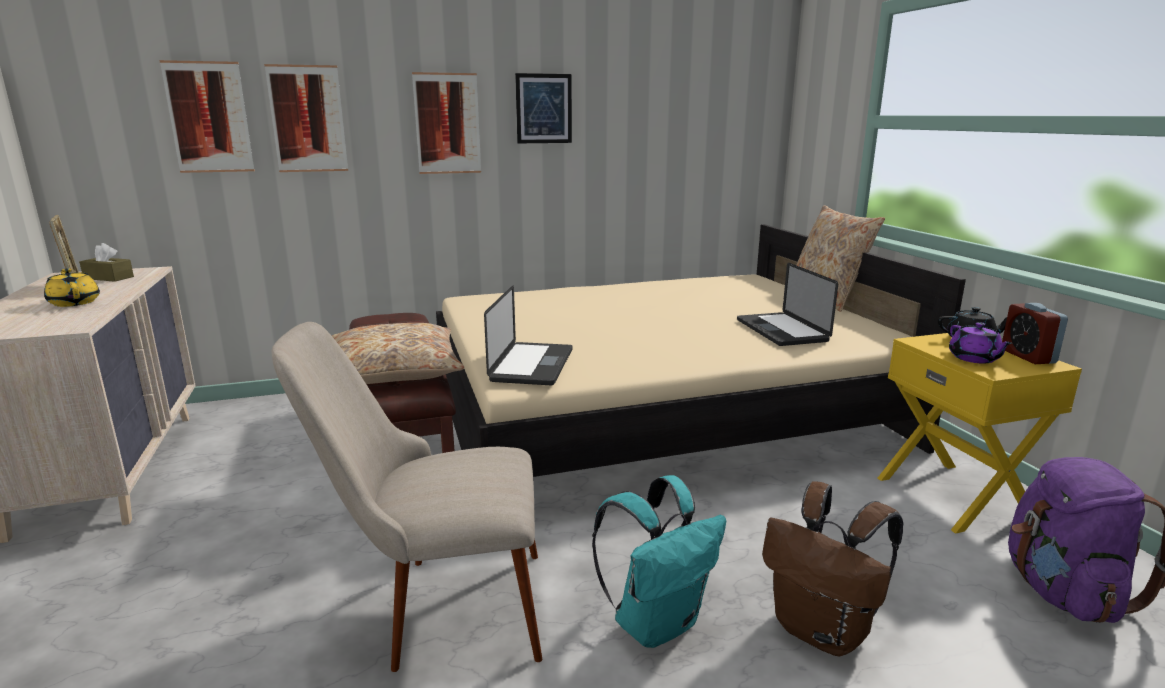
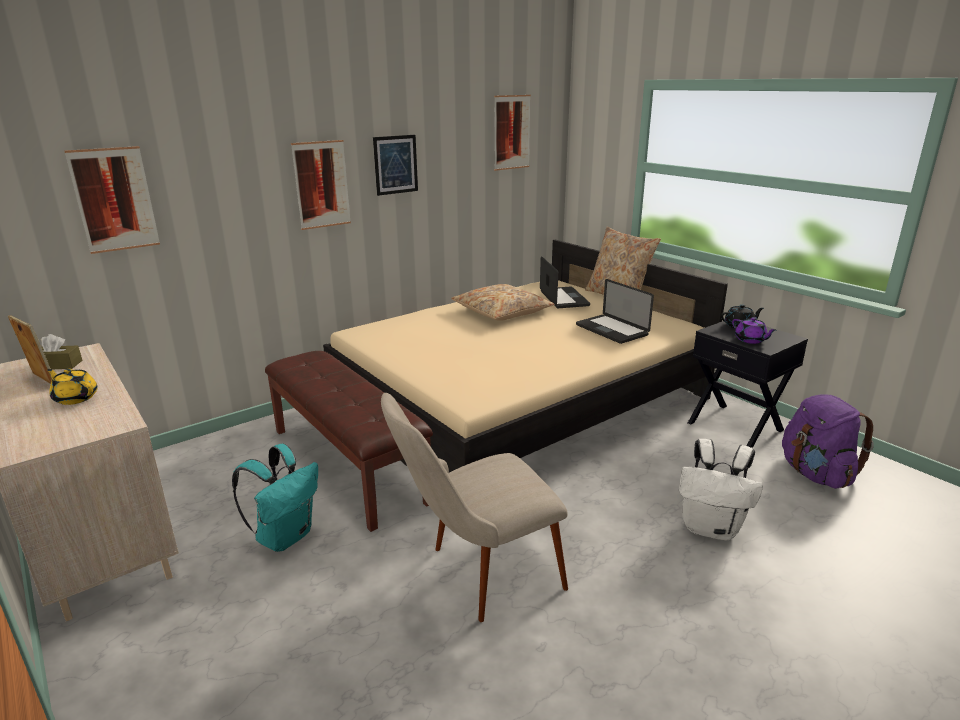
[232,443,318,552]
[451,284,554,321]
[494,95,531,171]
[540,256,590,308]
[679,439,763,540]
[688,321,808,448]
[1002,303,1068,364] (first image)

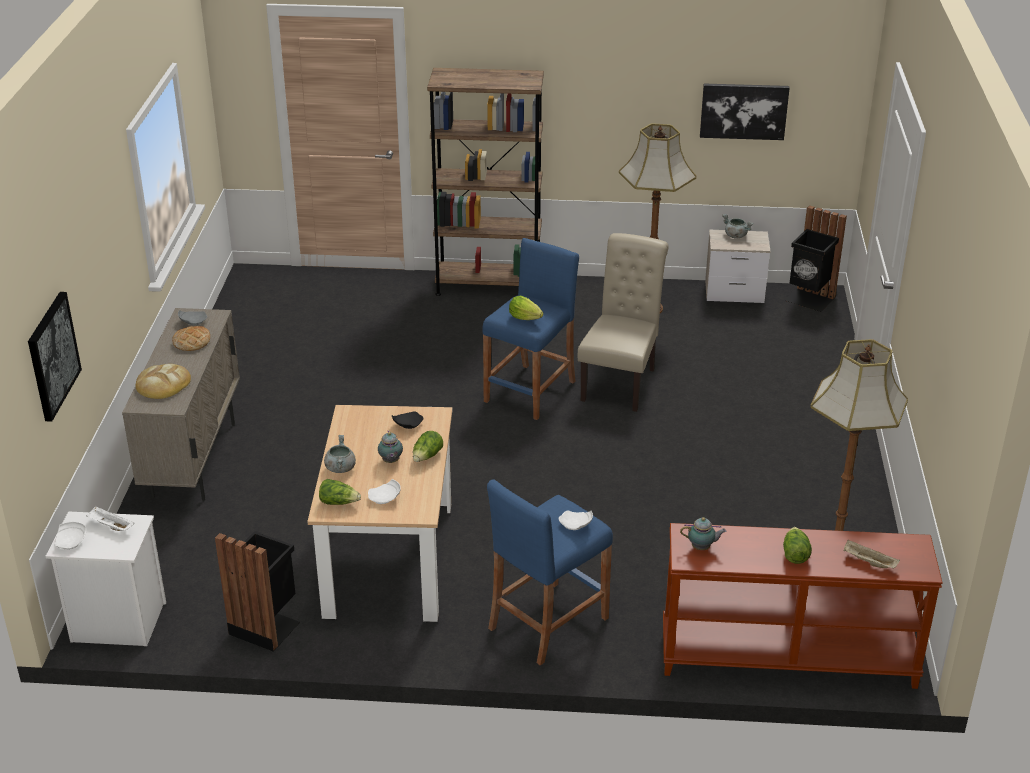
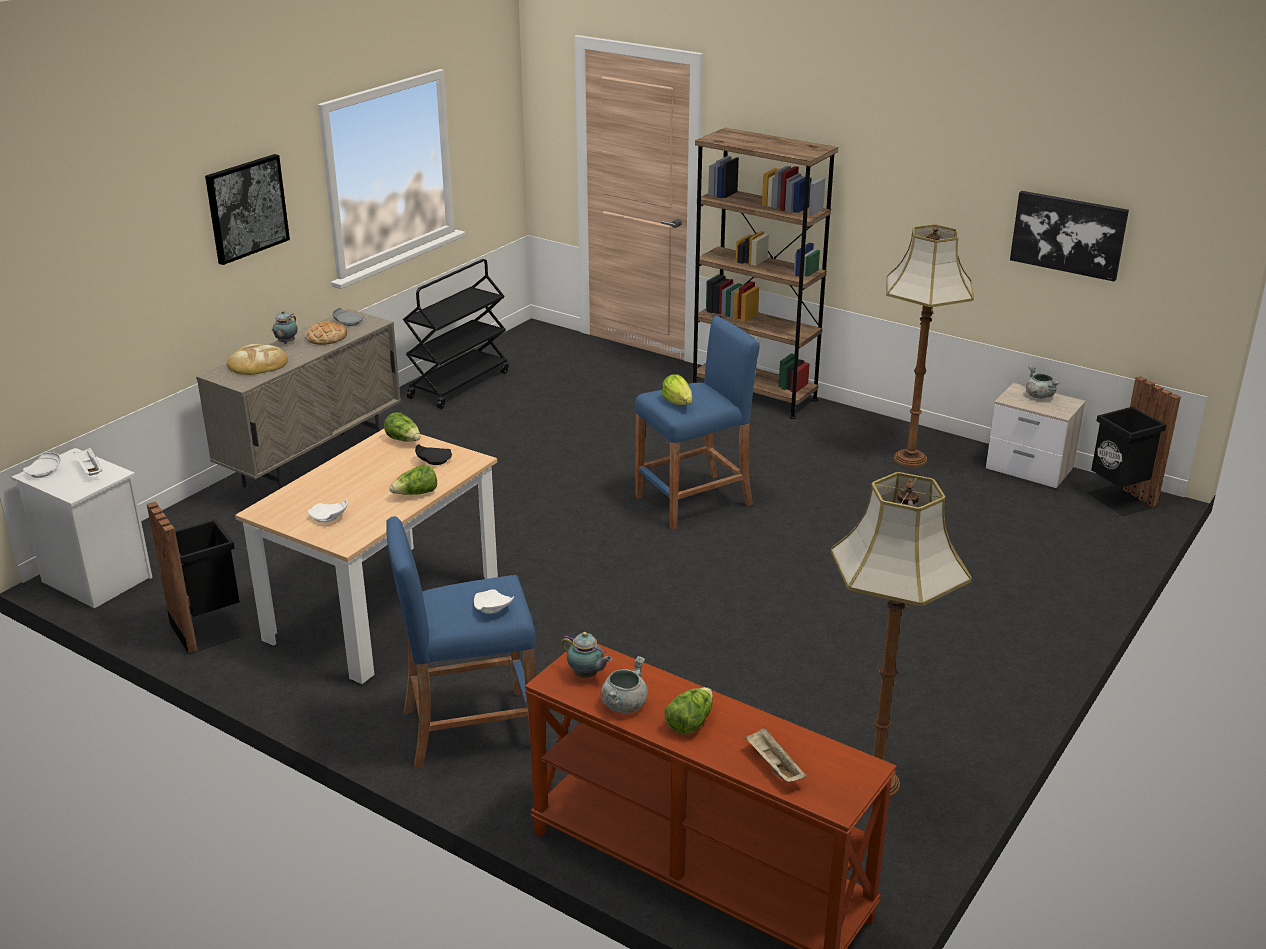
[205,154,290,265]
[271,311,297,344]
[384,412,420,442]
[403,259,509,409]
[600,656,648,713]
[578,233,669,412] (first image)

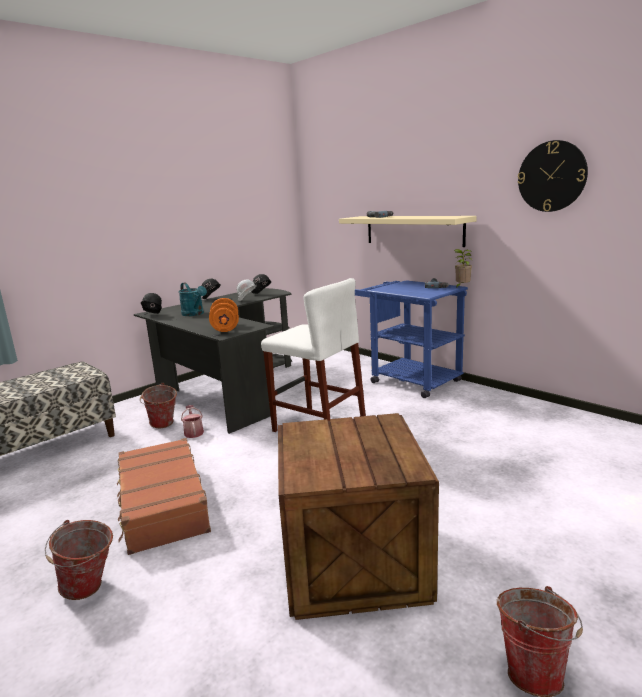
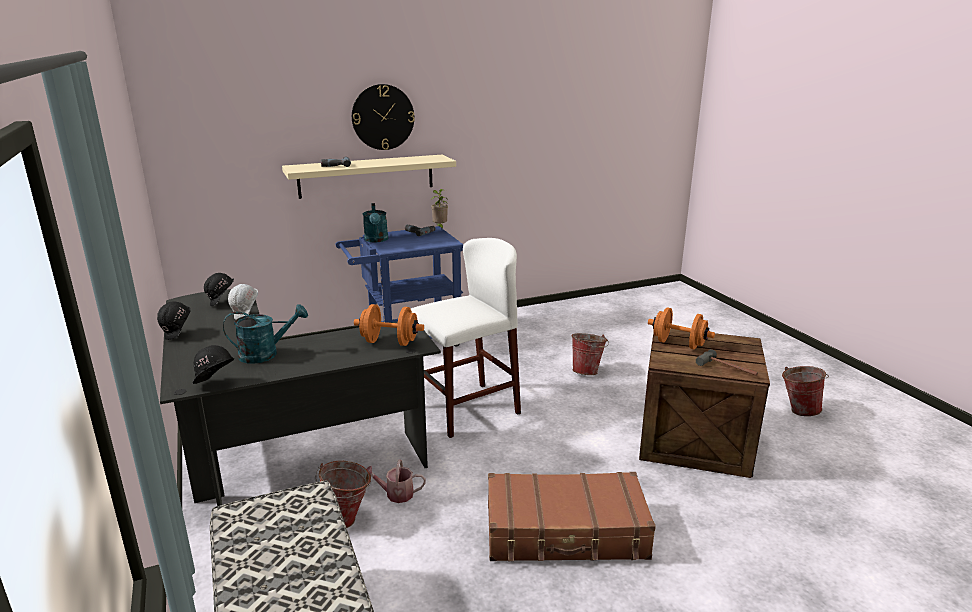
[352,84,415,150]
[363,203,388,242]
[571,333,609,375]
[648,307,715,350]
[696,349,758,376]

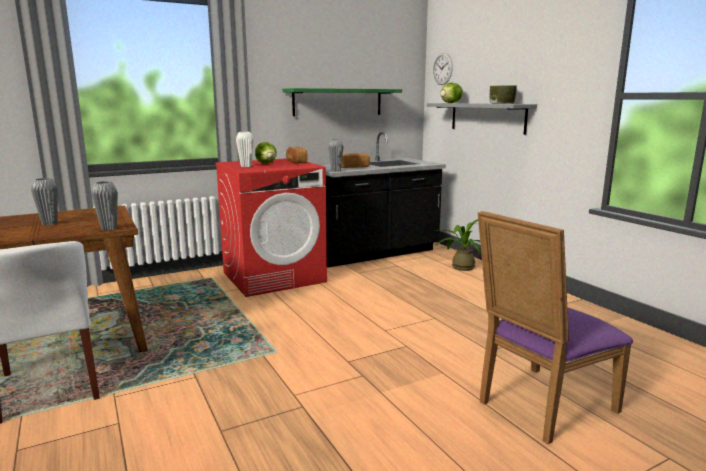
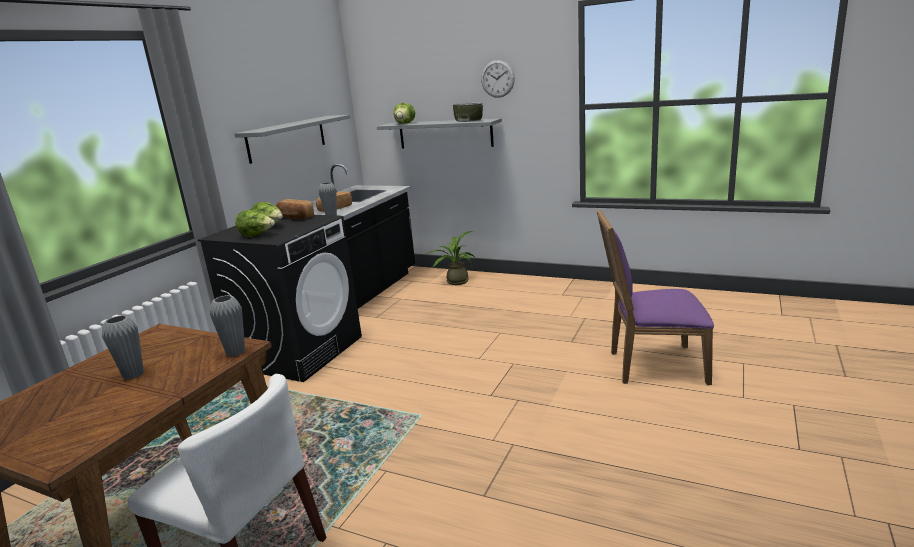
[198,215,362,382]
[234,115,350,164]
[235,210,275,237]
[481,60,515,98]
[597,210,714,385]

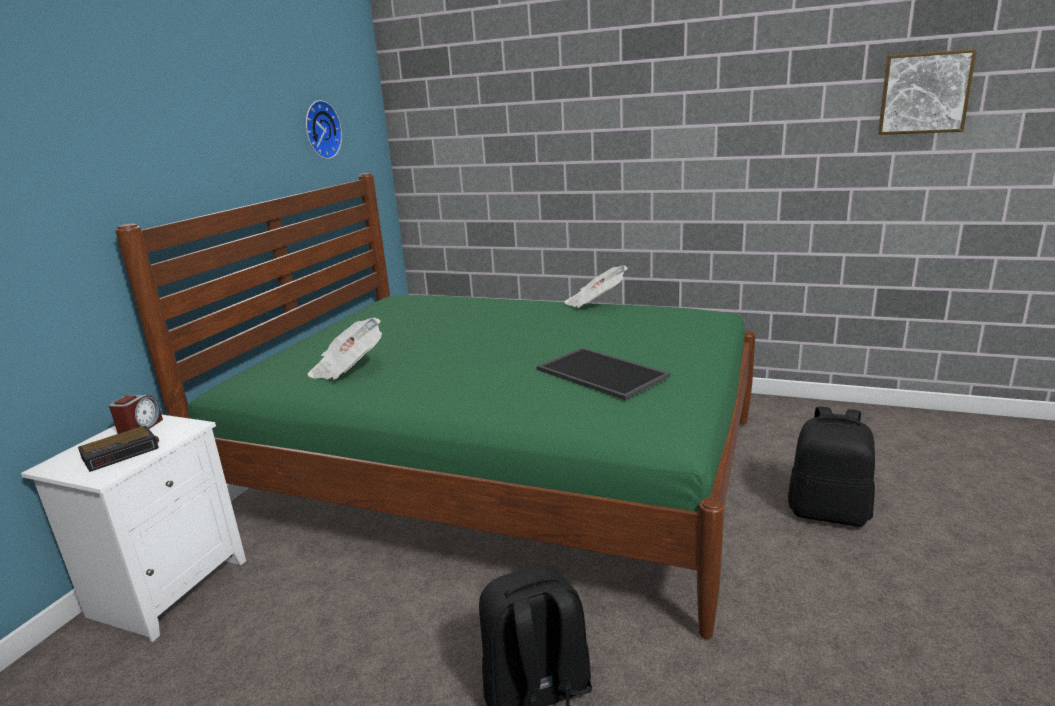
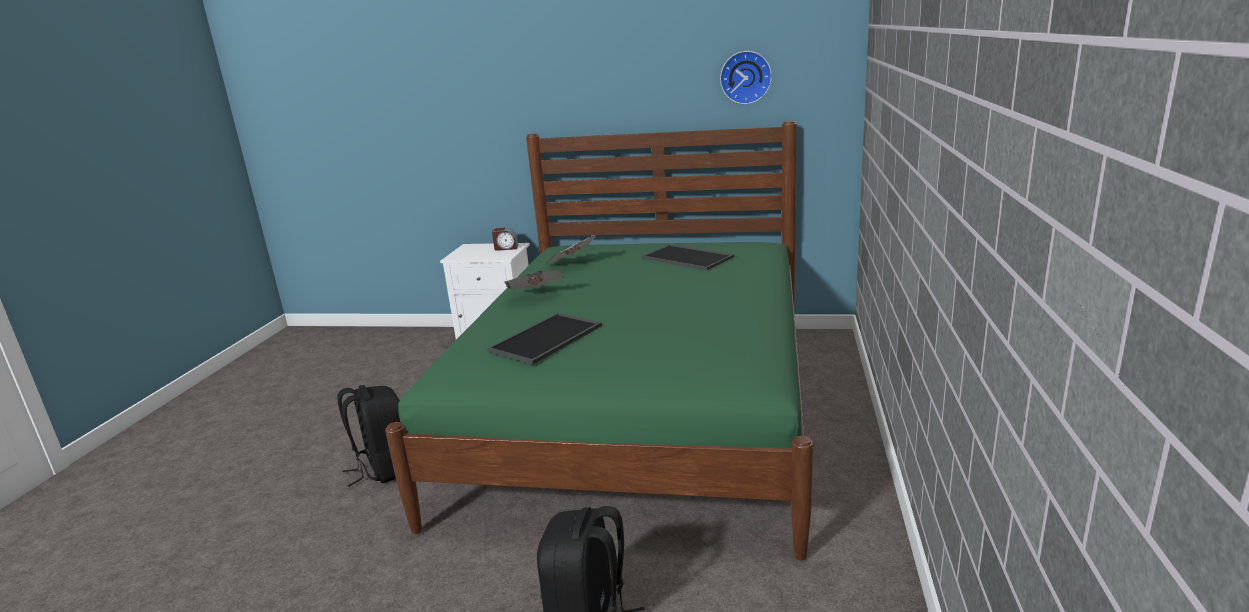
[504,270,564,290]
[642,244,734,270]
[78,425,159,472] (first image)
[878,49,977,135] (first image)

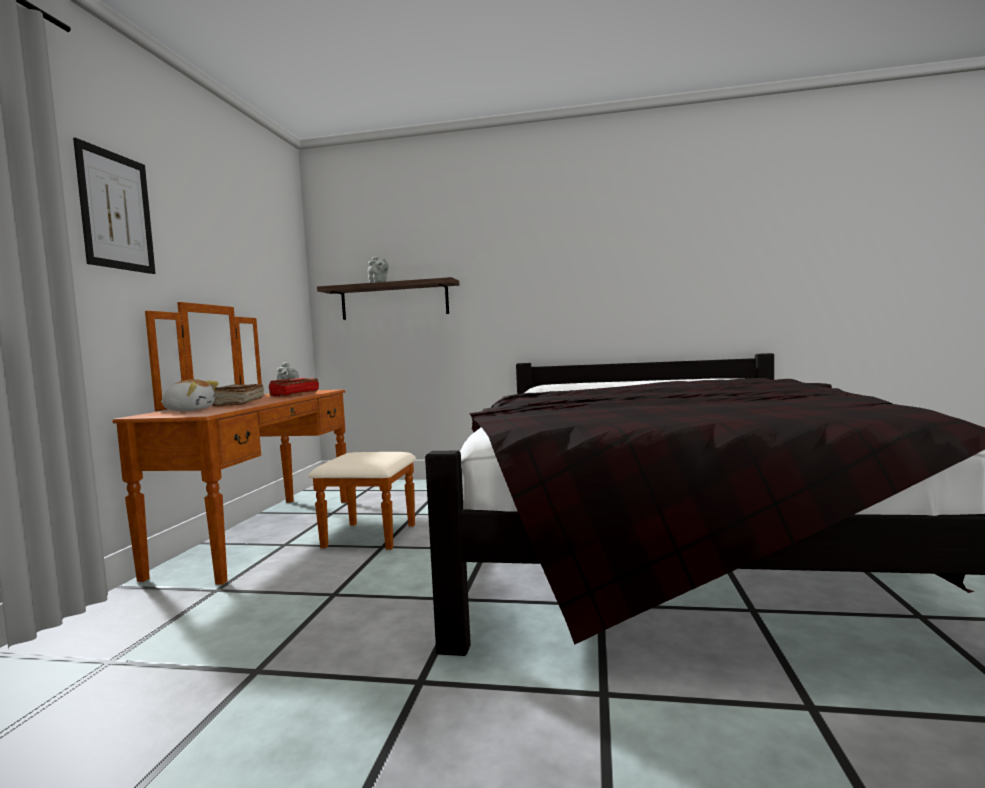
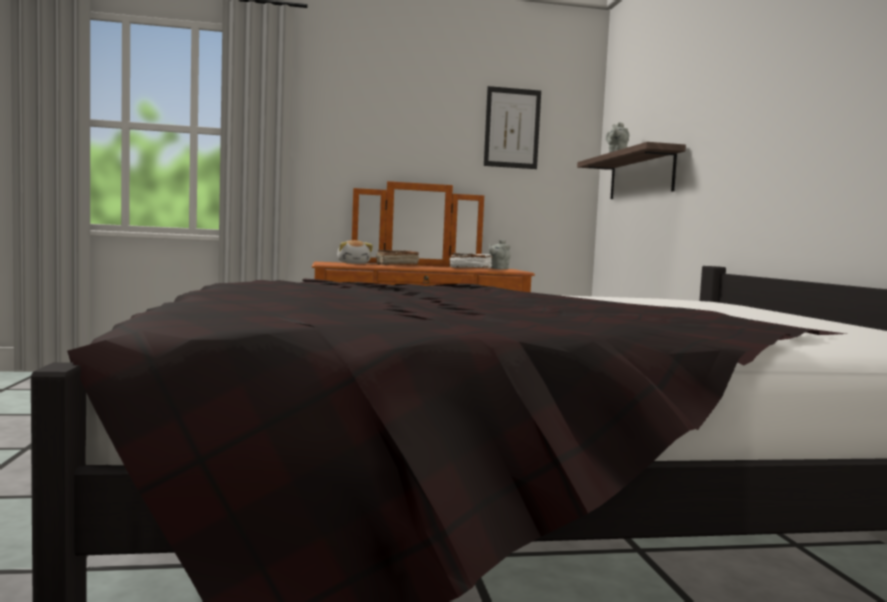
[450,253,493,268]
[484,86,541,169]

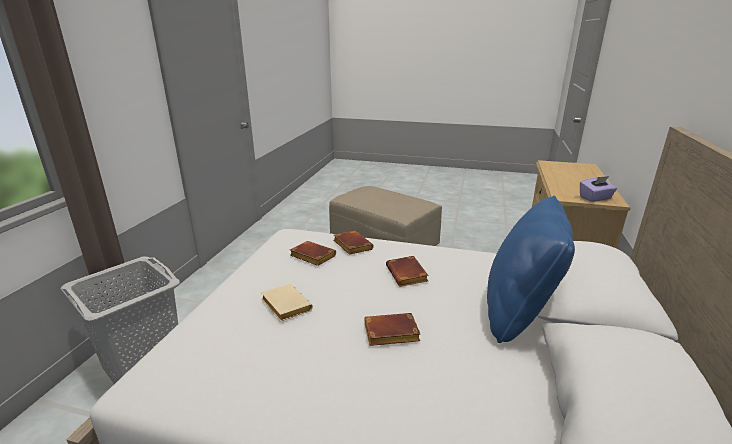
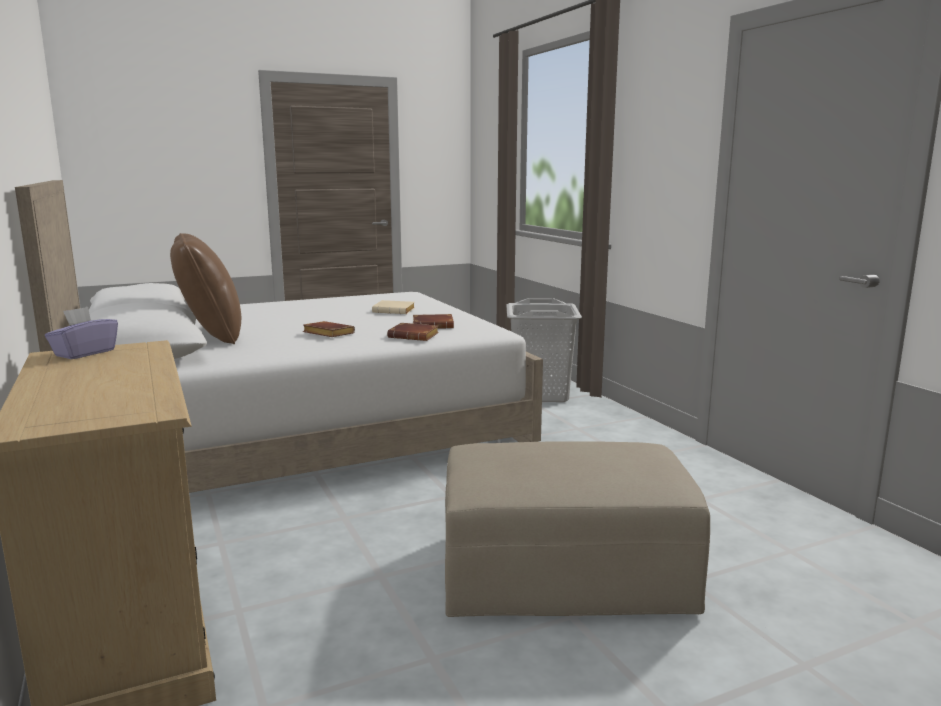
[170,233,241,344]
[365,313,420,346] (first image)

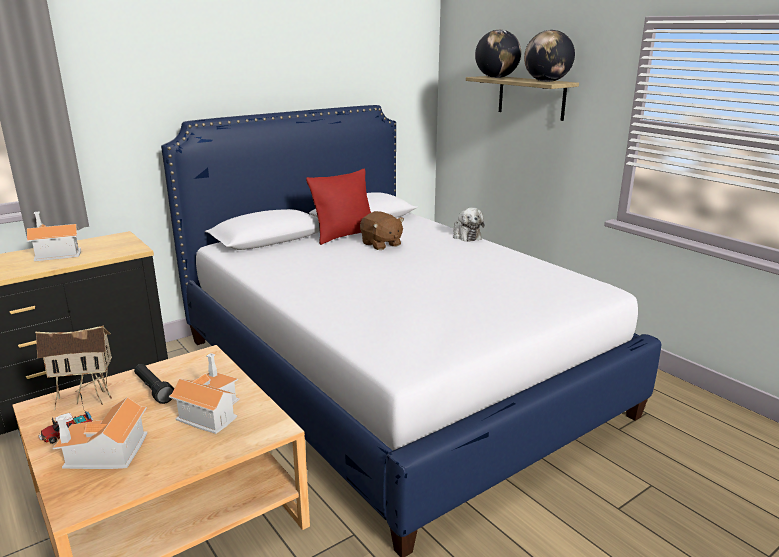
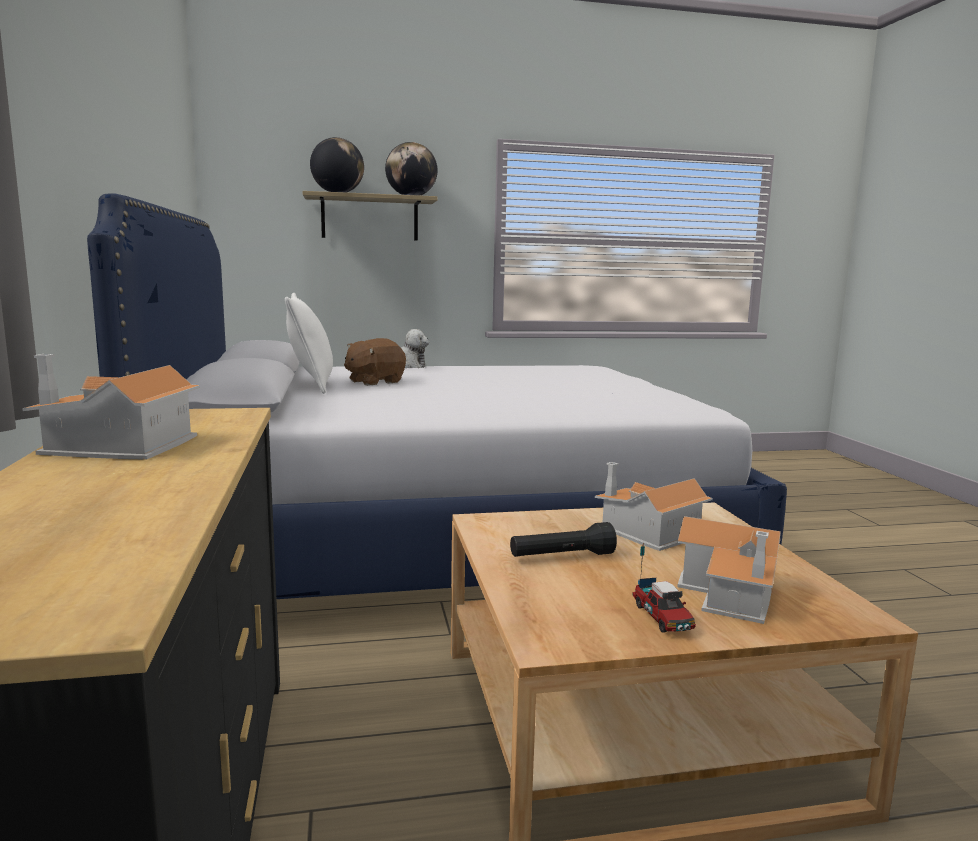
[285,293,333,394]
[344,338,406,386]
[35,325,112,411] (first image)

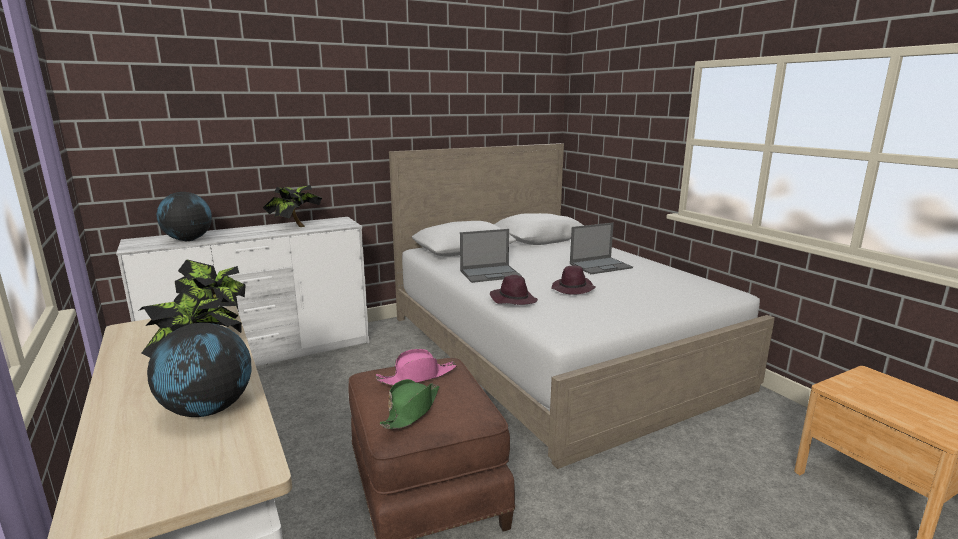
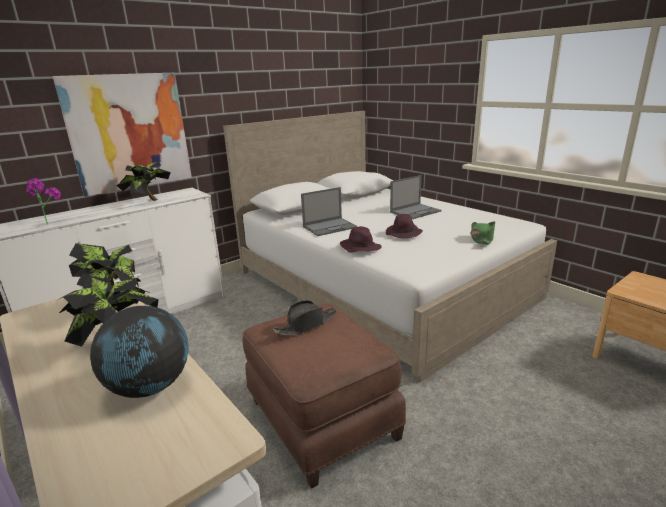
[26,178,61,224]
[53,73,192,197]
[273,300,337,336]
[470,221,495,244]

